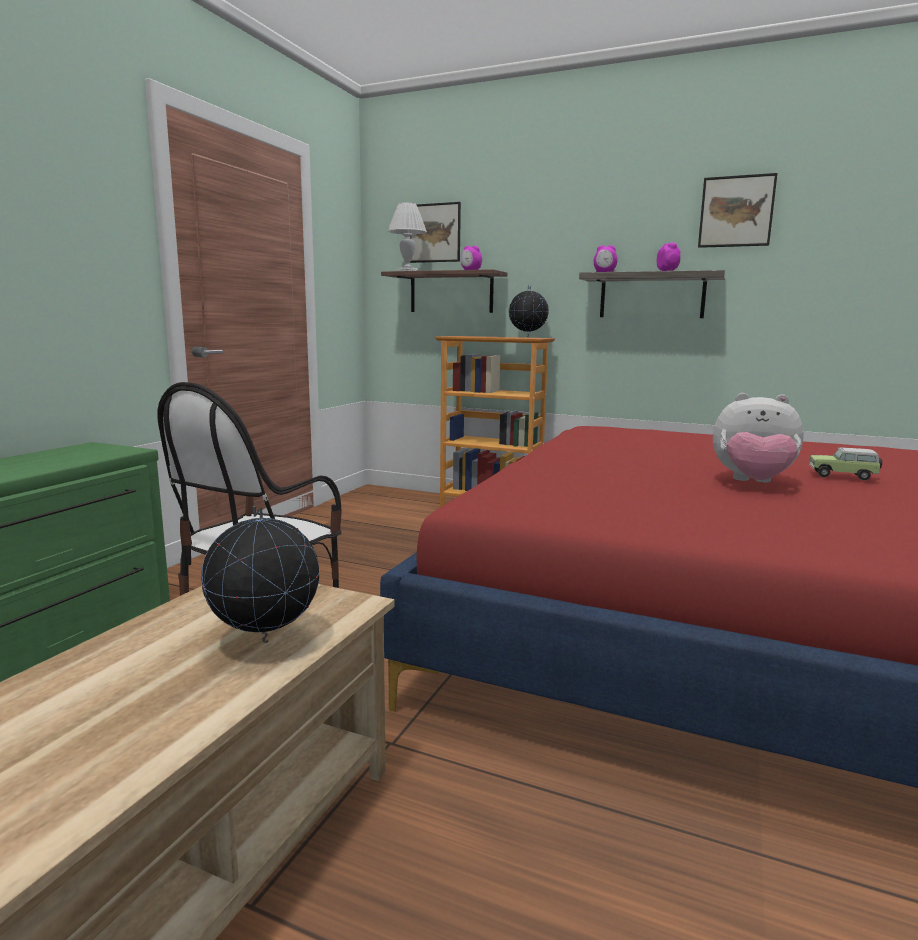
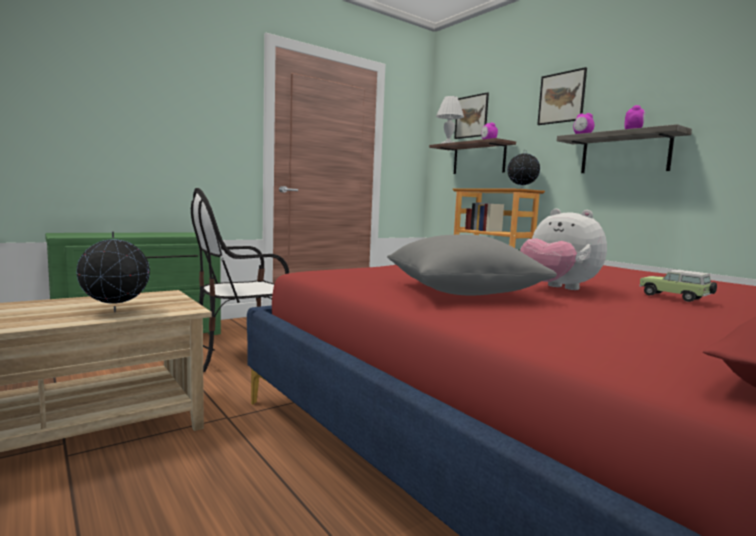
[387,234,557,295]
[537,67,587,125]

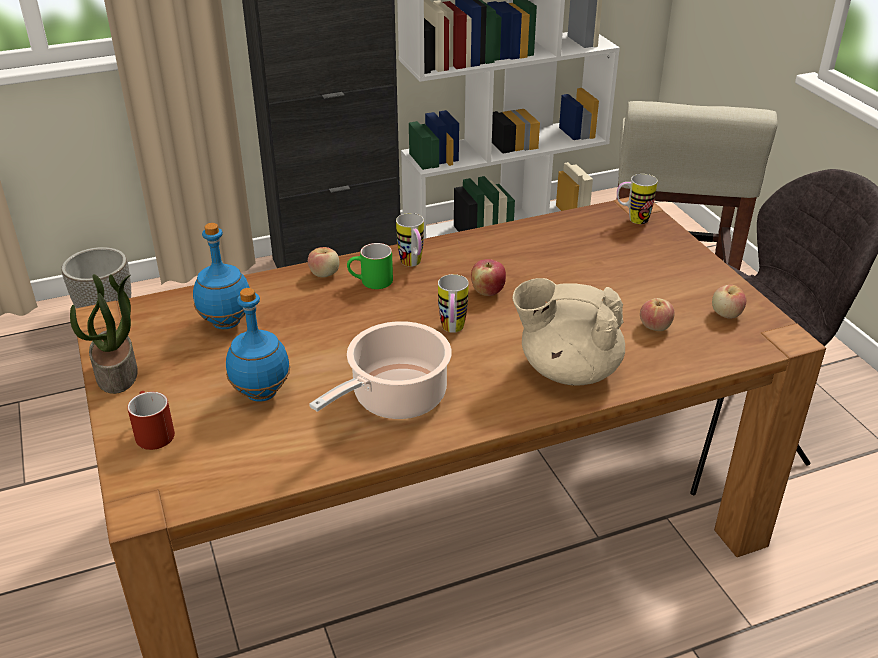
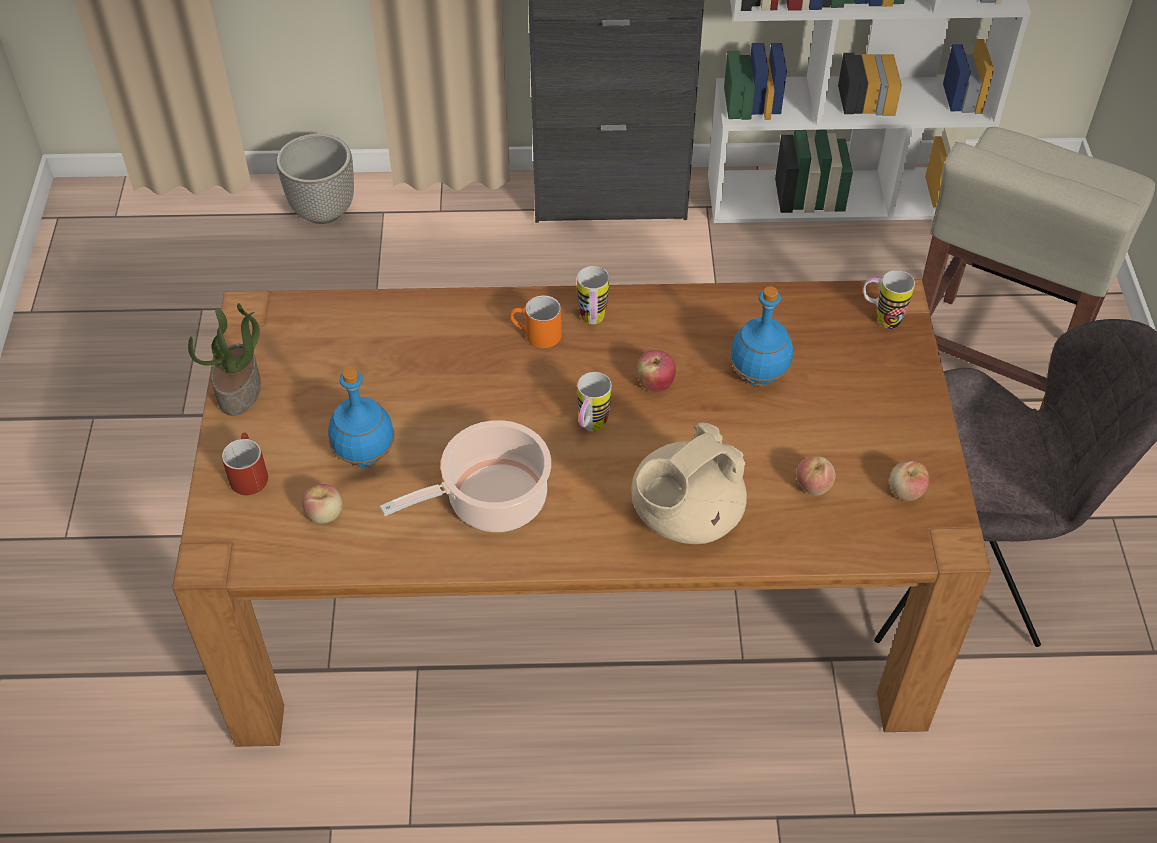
[302,484,343,524]
[510,295,562,348]
[631,423,747,544]
[730,286,793,386]

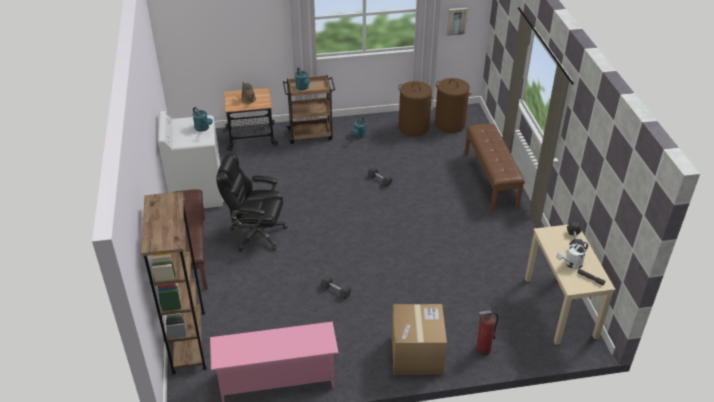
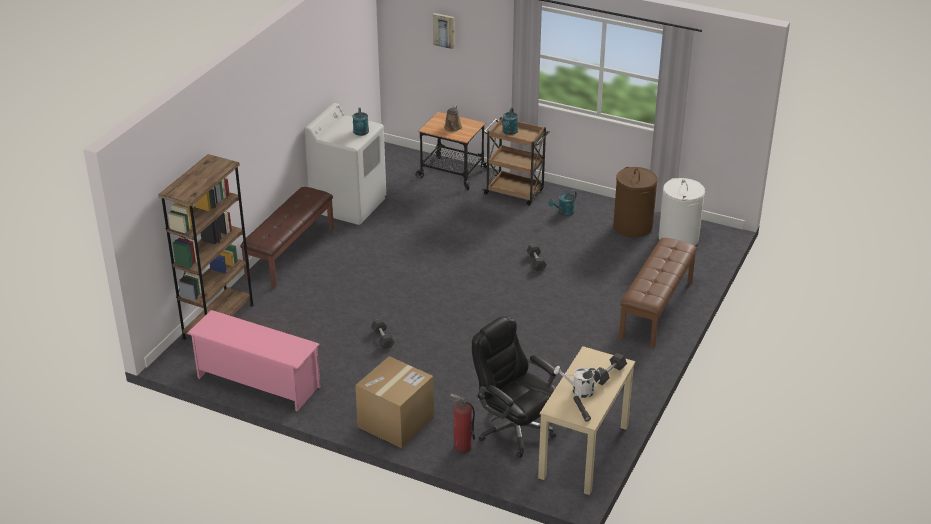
[433,13,455,49]
[472,316,557,458]
[659,178,705,246]

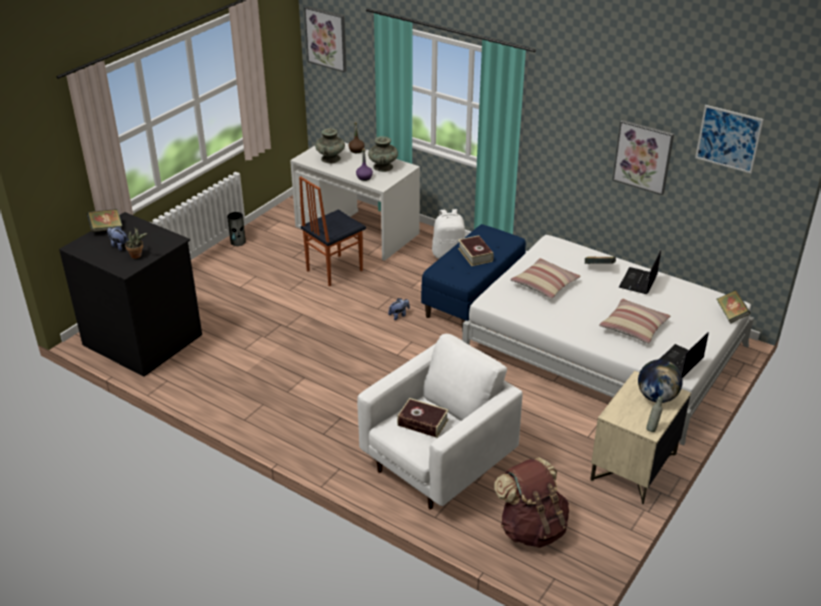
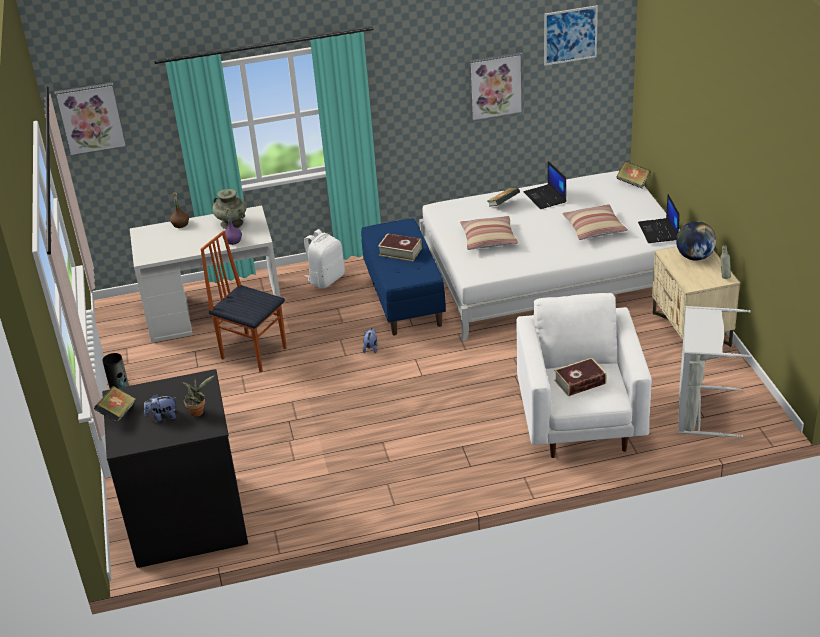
[201,231,287,372]
[678,306,753,438]
[315,128,345,163] (first image)

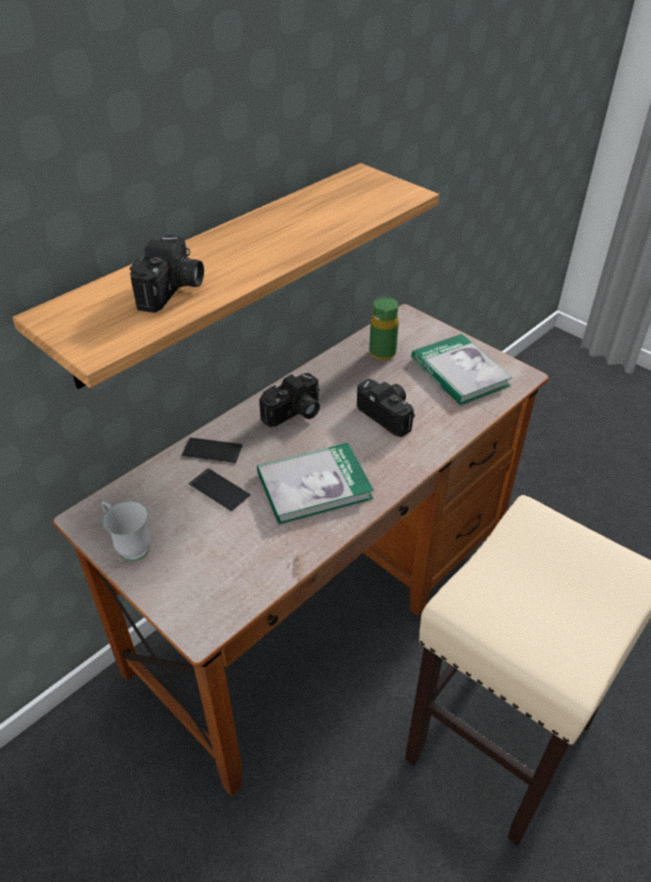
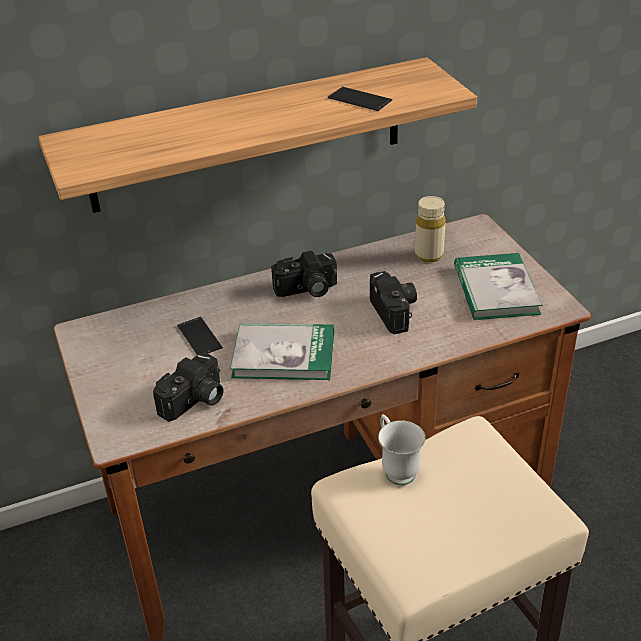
[153,352,224,422]
[327,87,392,111]
[378,414,425,485]
[415,196,445,262]

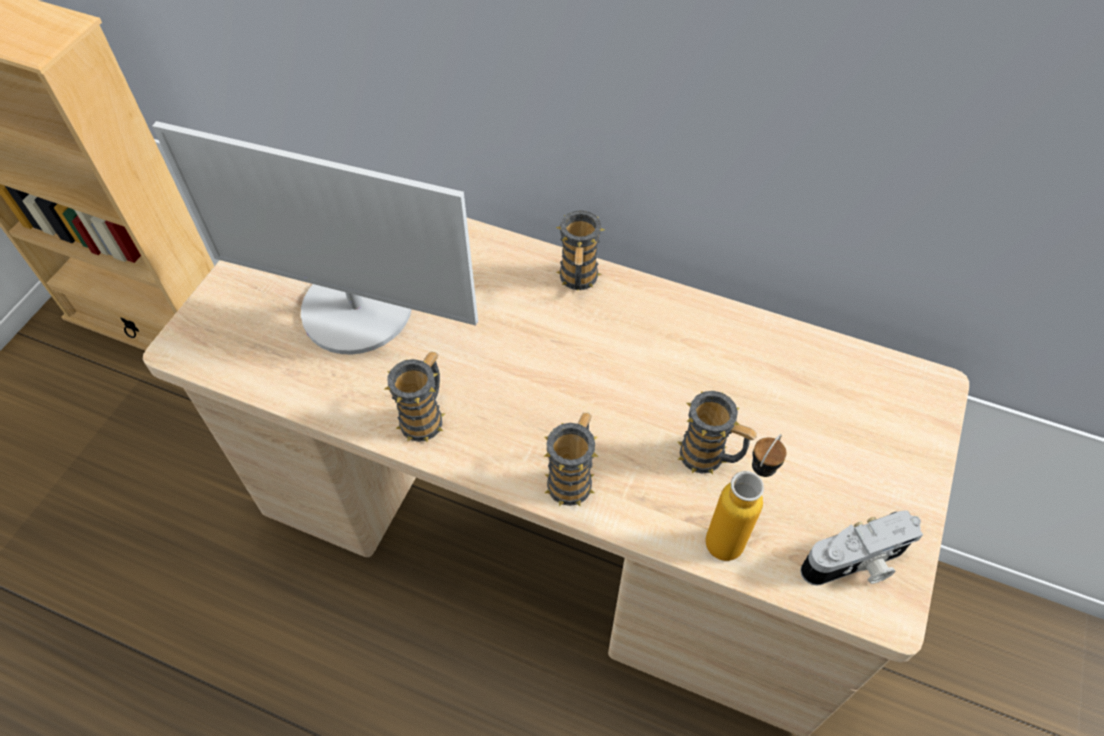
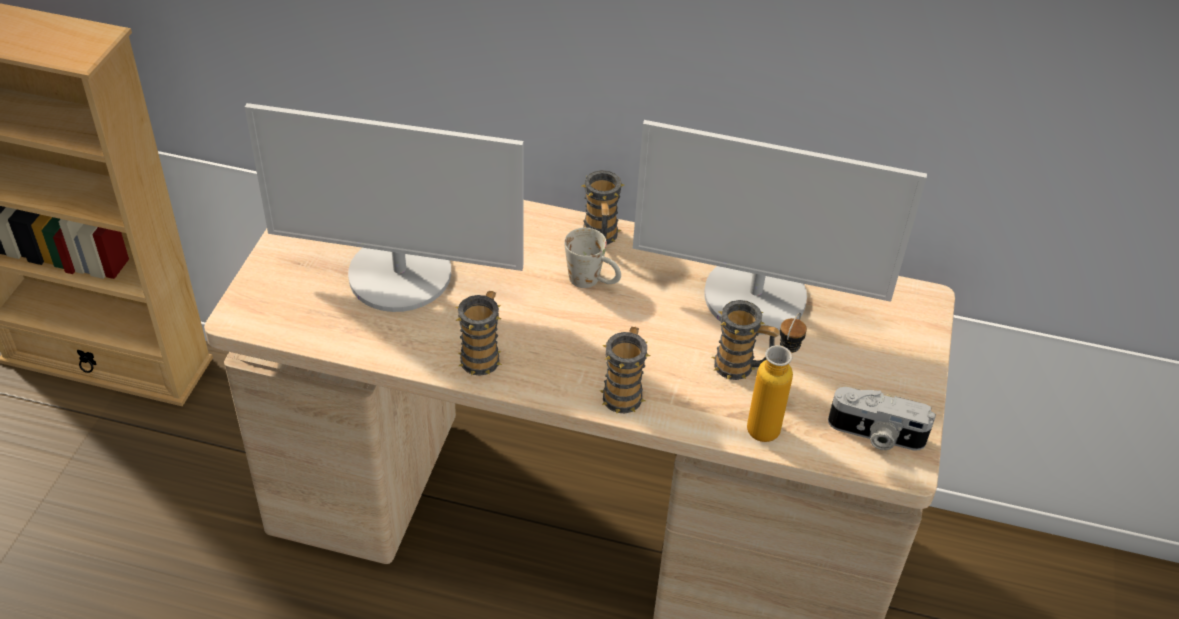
[564,228,621,288]
[633,120,927,335]
[828,387,936,451]

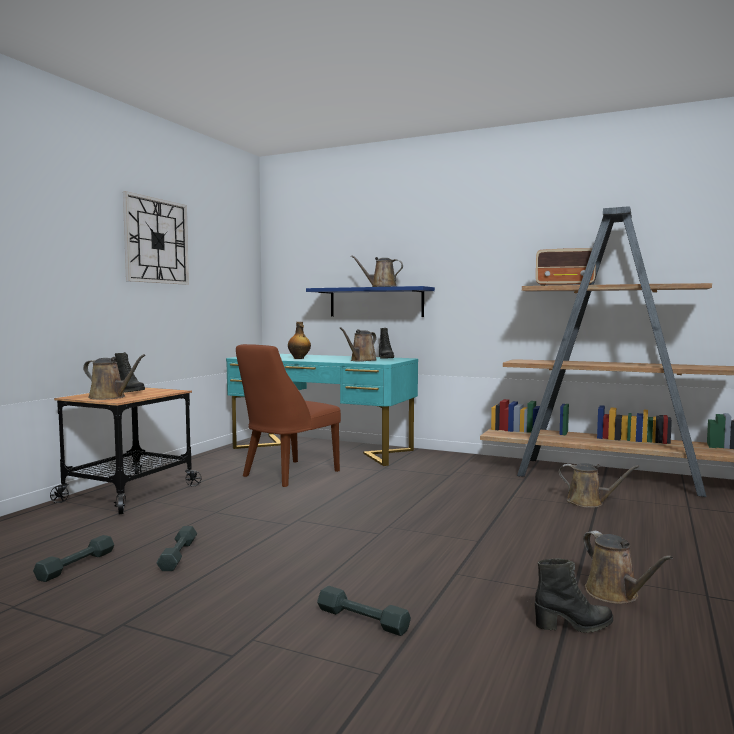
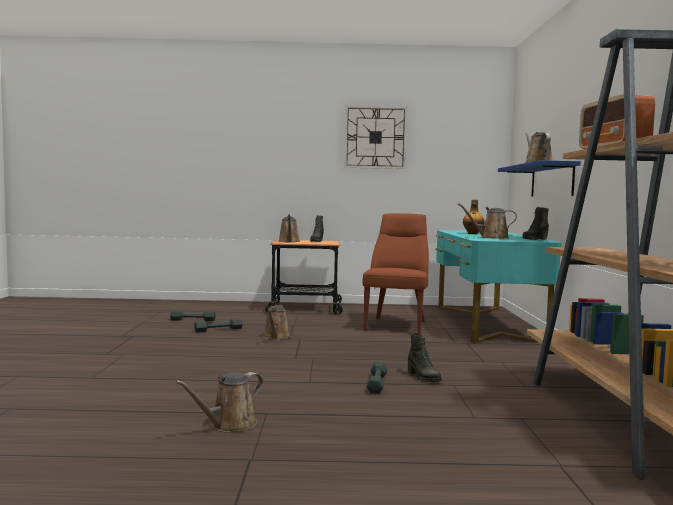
[263,305,290,340]
[362,213,429,334]
[366,361,387,394]
[408,333,442,382]

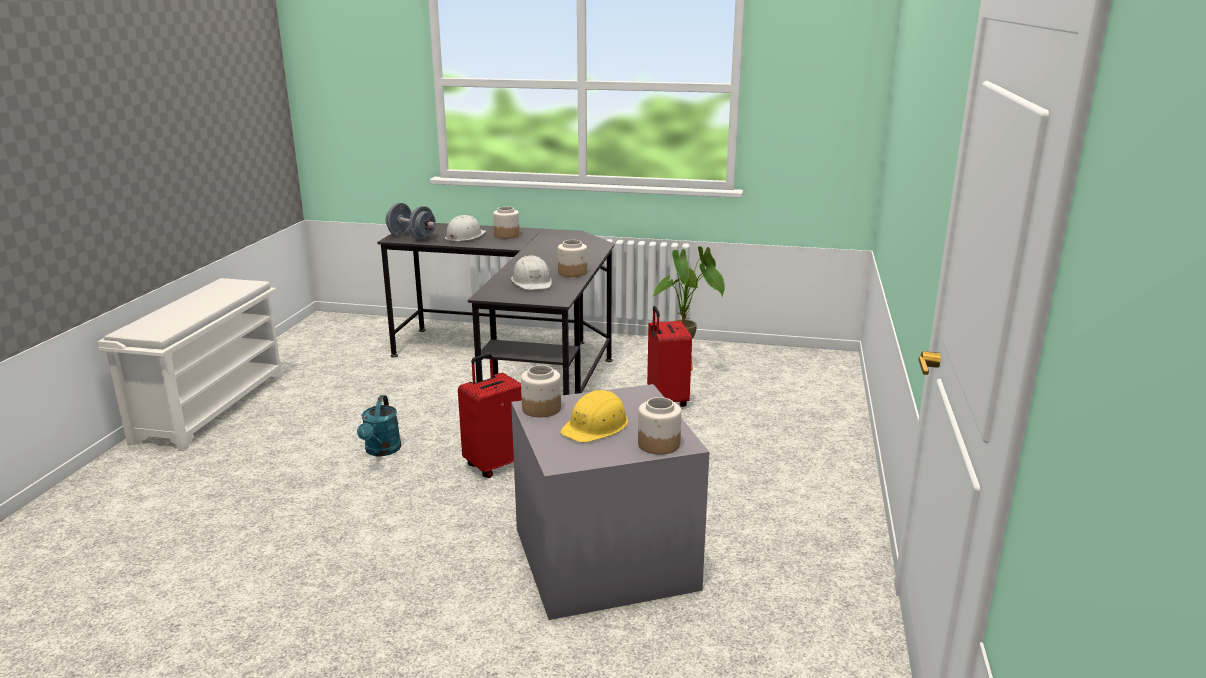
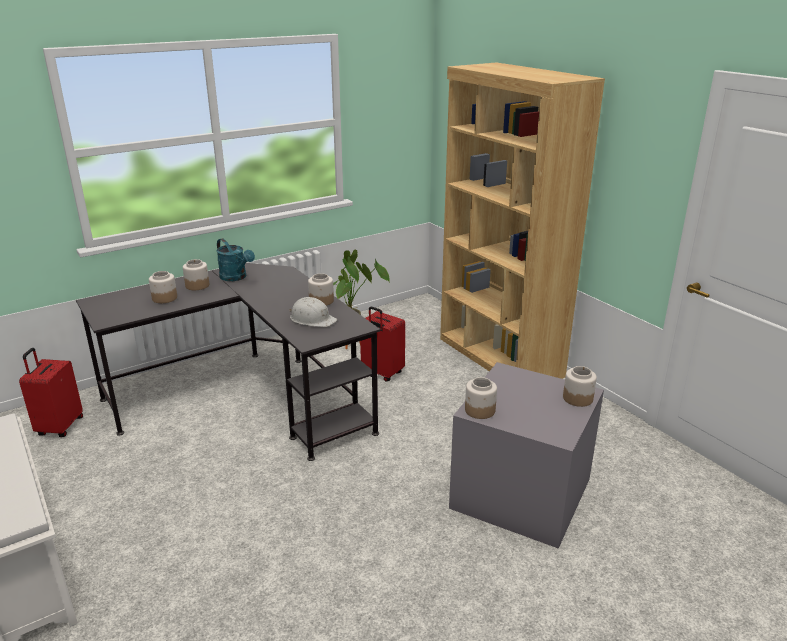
[19,348,83,437]
[149,271,177,303]
[216,238,255,281]
[440,62,605,379]
[386,203,436,240] (first image)
[560,390,628,443] (first image)

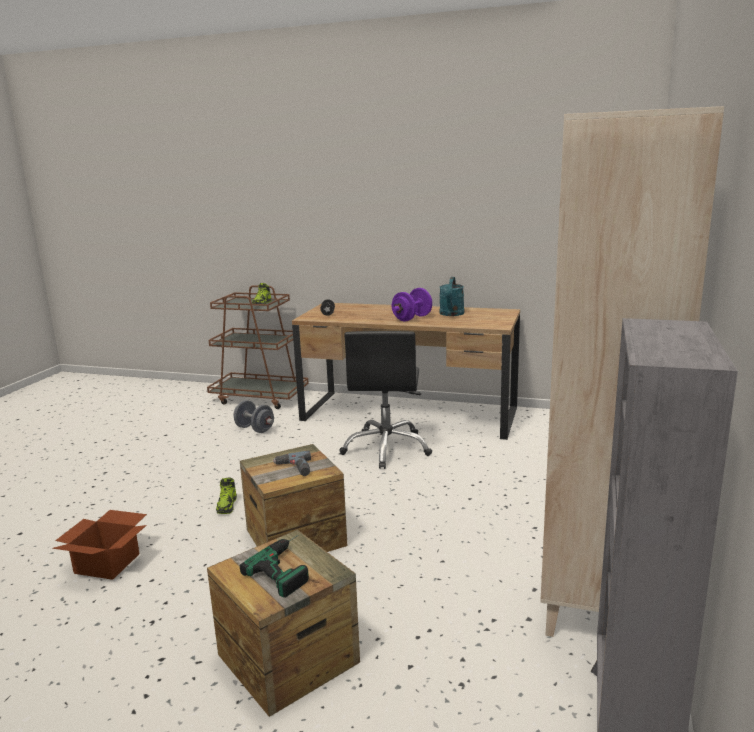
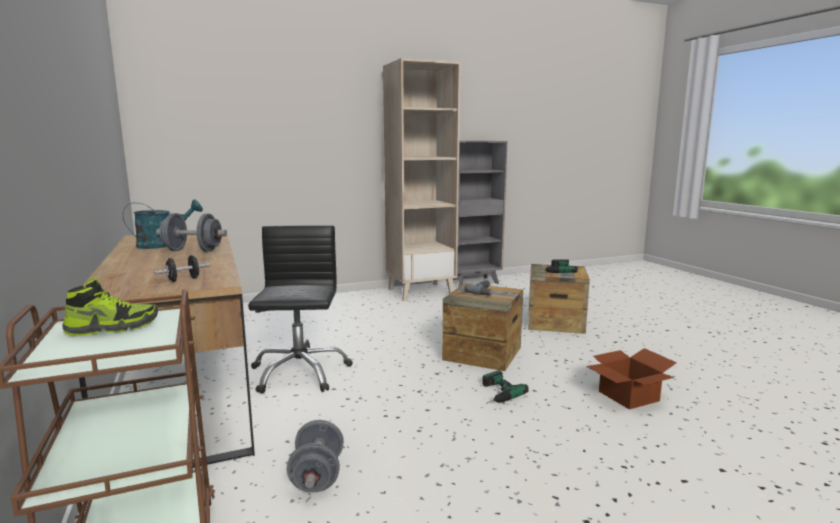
[156,213,227,252]
[248,225,353,394]
[482,370,529,403]

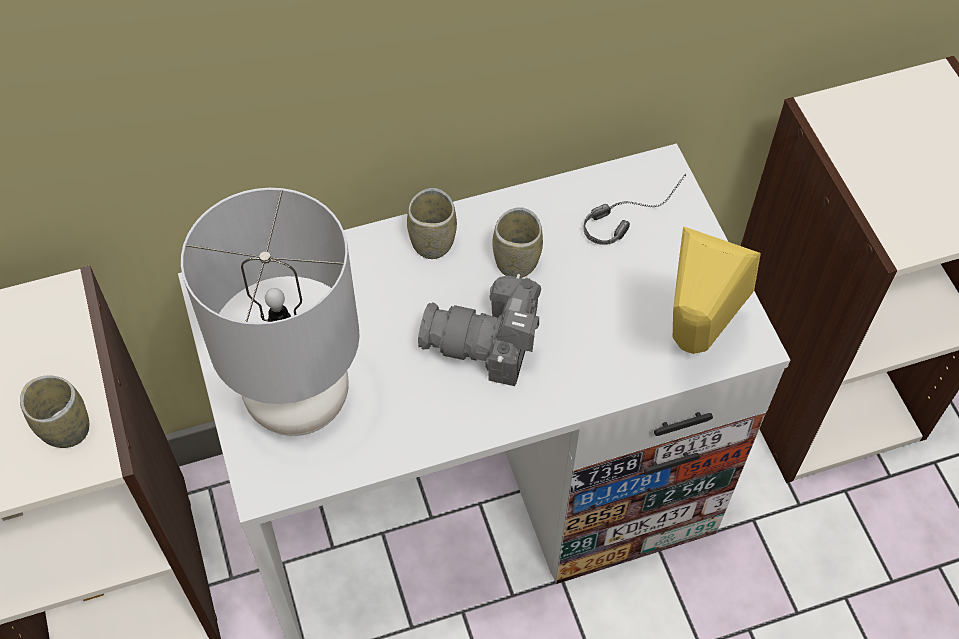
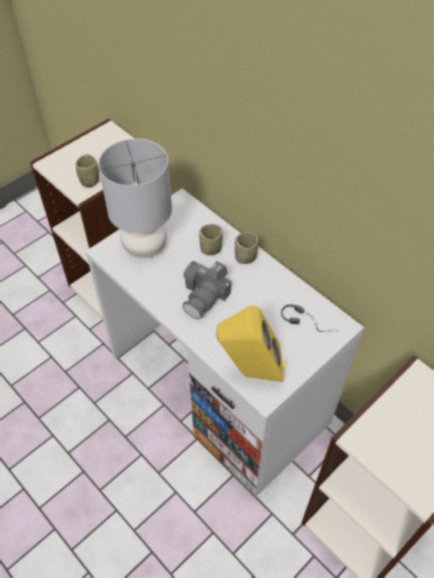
[183,261,231,319]
[199,224,223,255]

